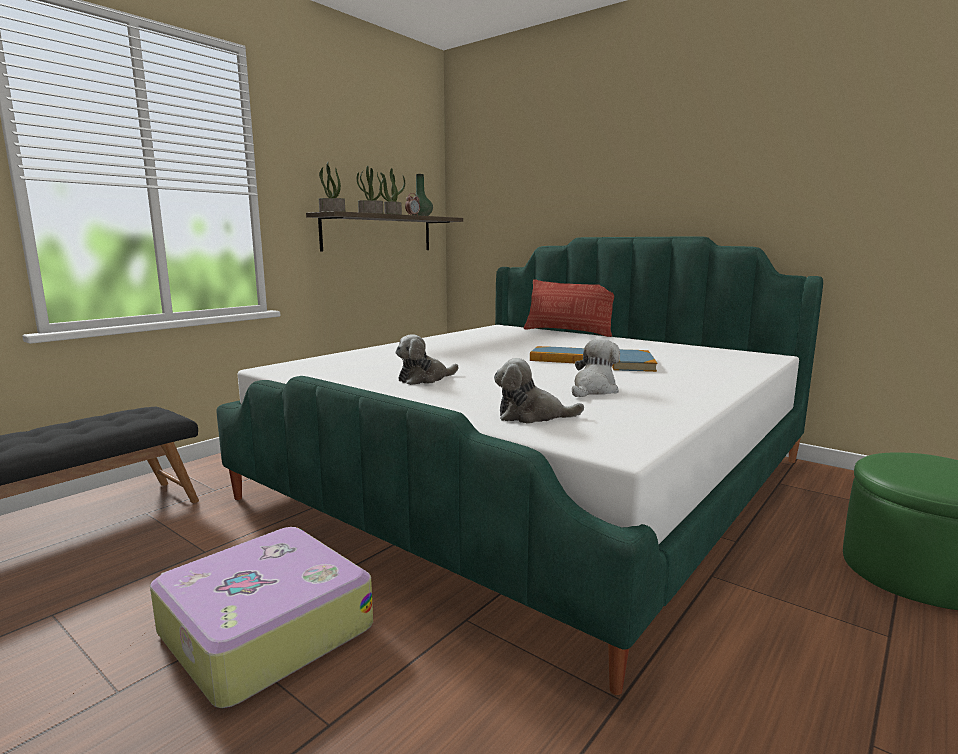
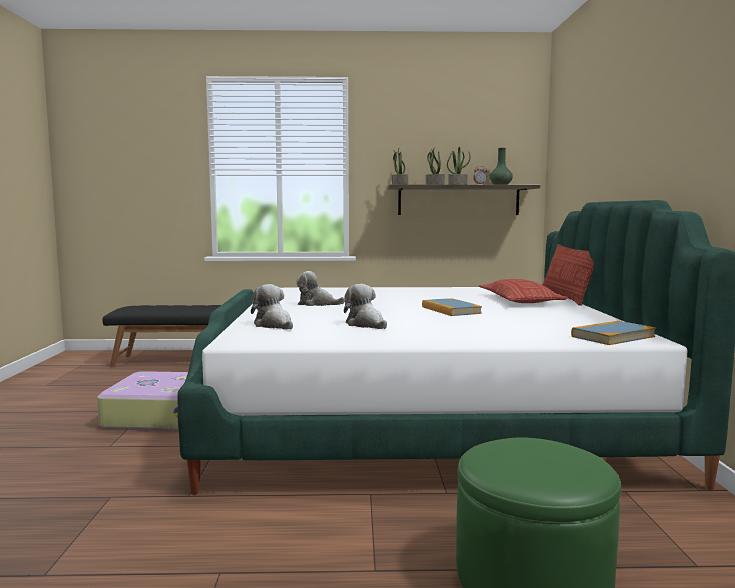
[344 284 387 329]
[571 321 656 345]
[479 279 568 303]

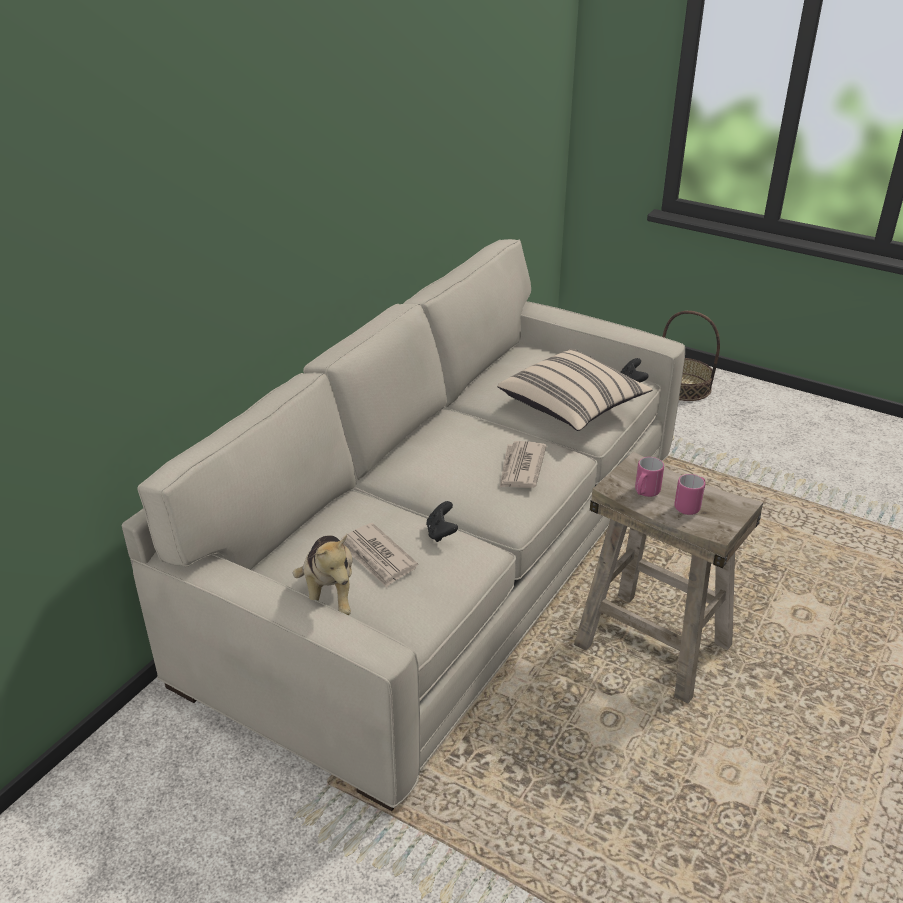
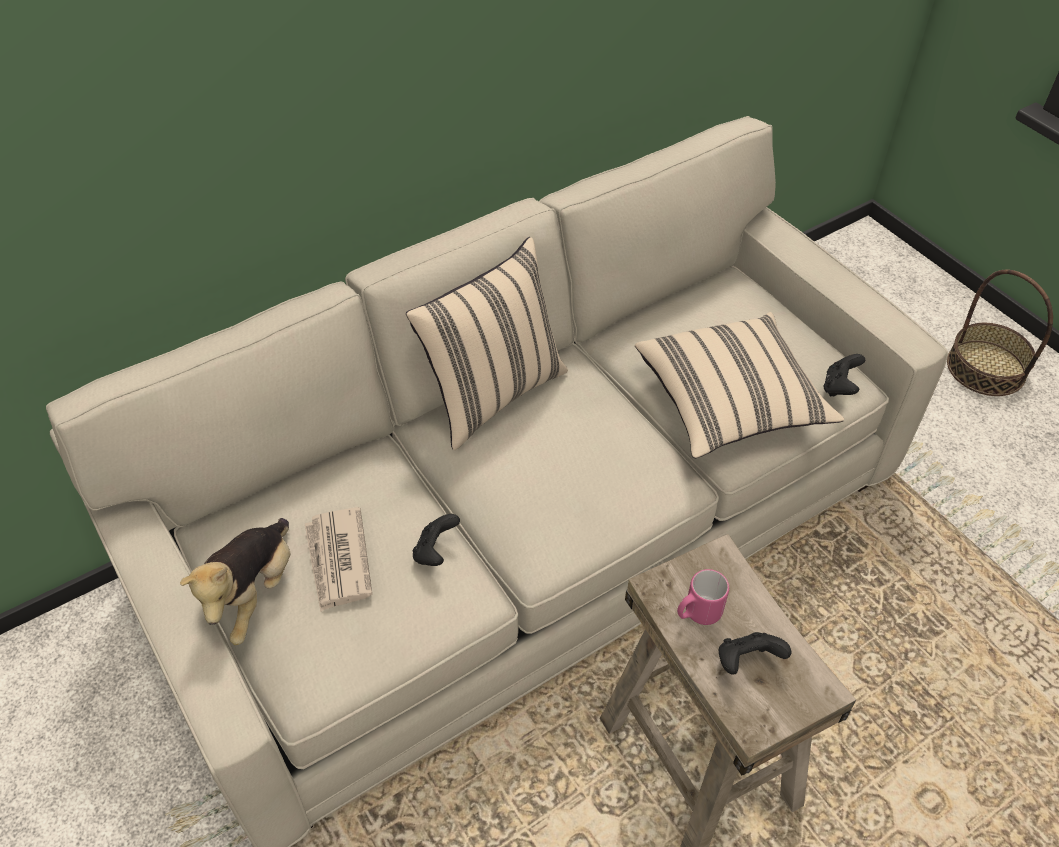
[500 441 546 488] (first image)
[719 632 791 675]
[406 237 568 450]

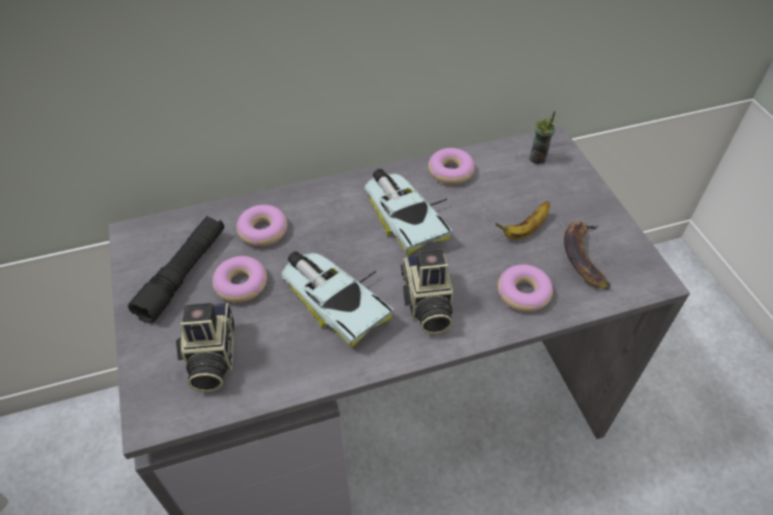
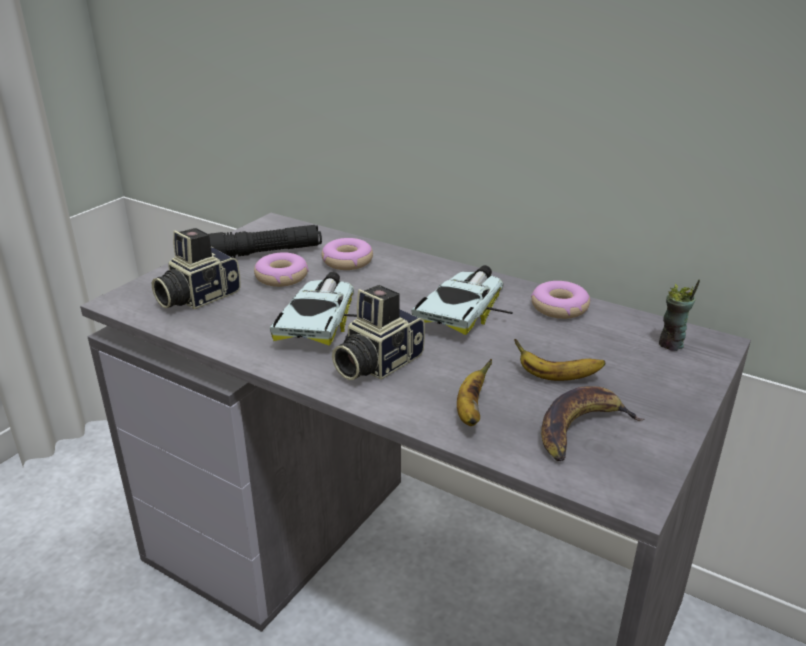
[457 359 492 426]

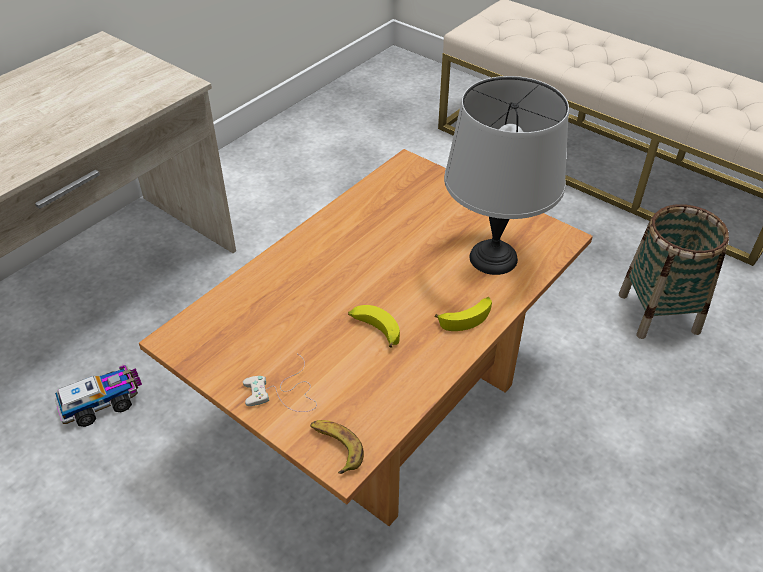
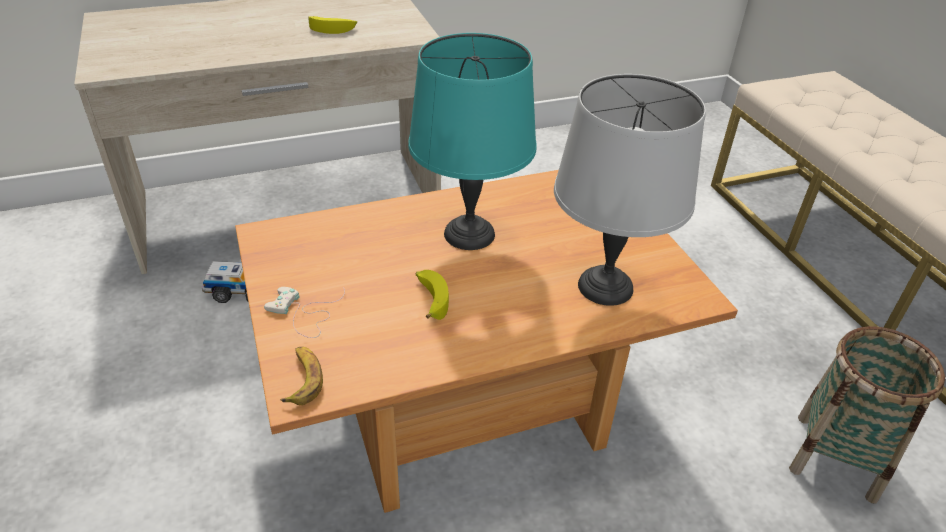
[308 16 357 34]
[408 33 536 250]

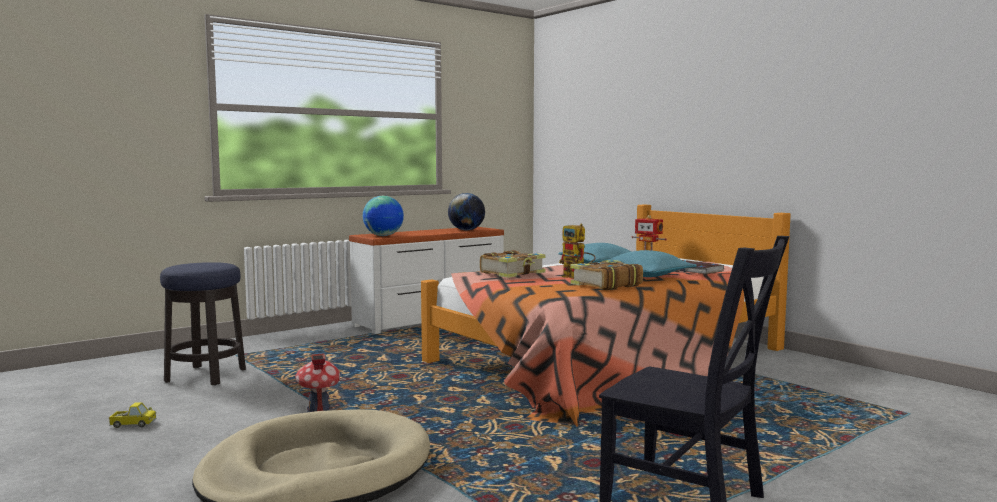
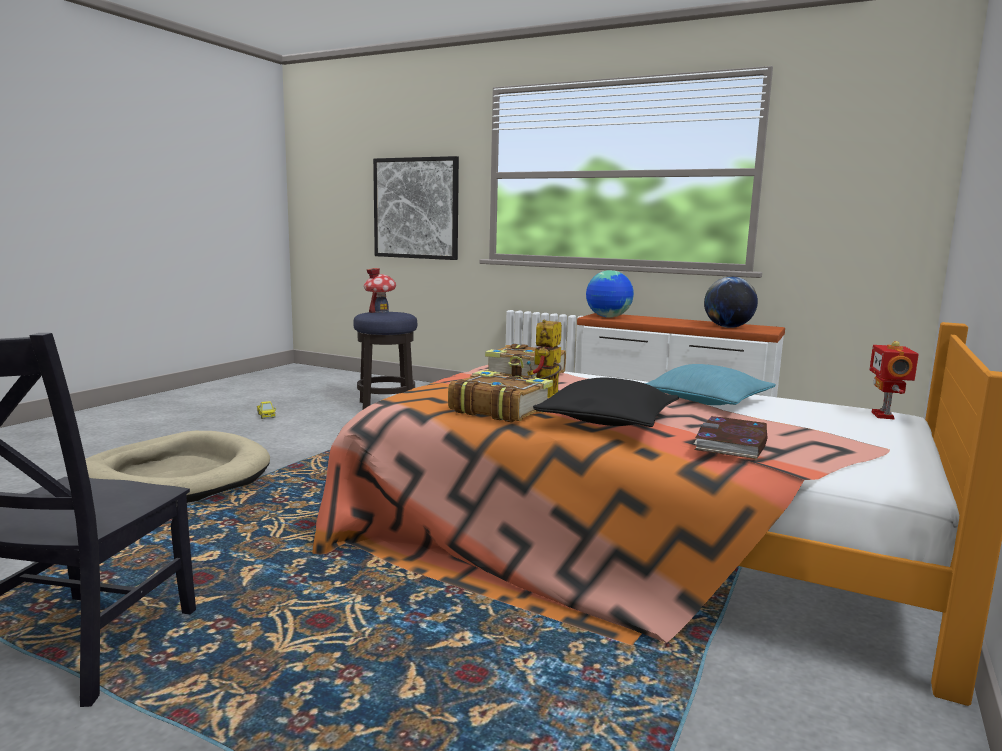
[364 268 396 313]
[533 377 679 427]
[373 156 459 260]

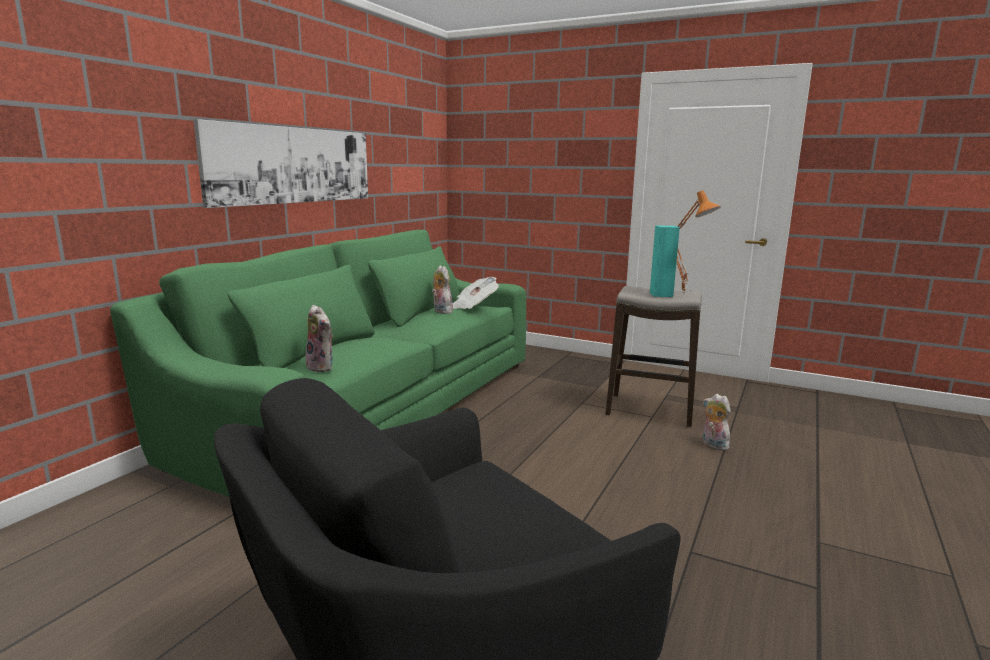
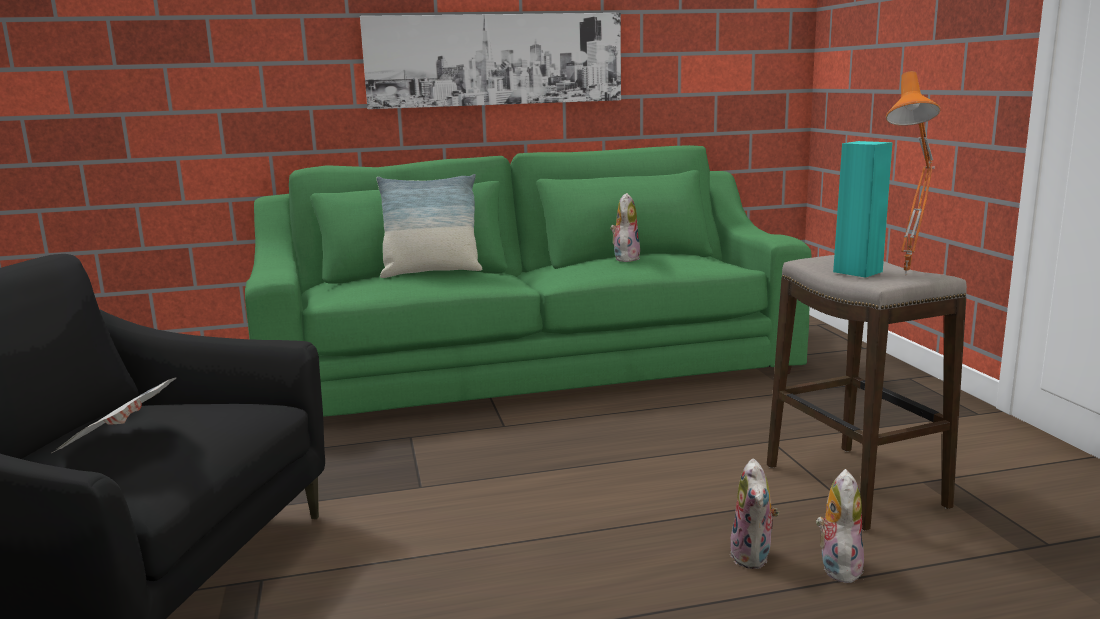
[729 459 779 569]
[52 377 177 453]
[376 174 482 278]

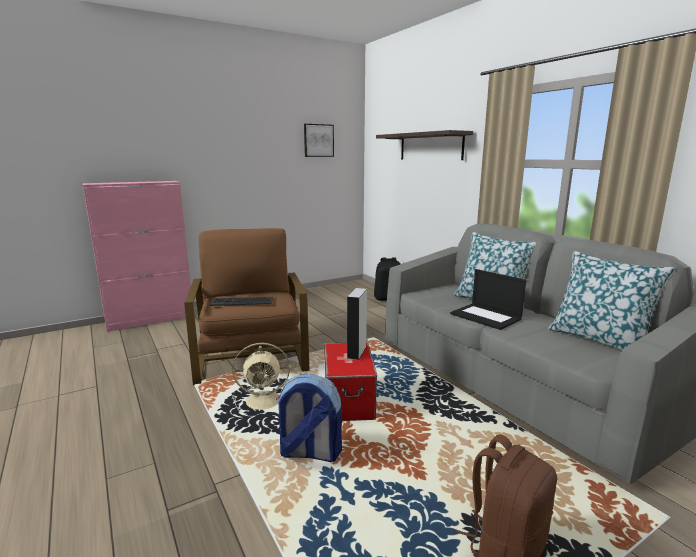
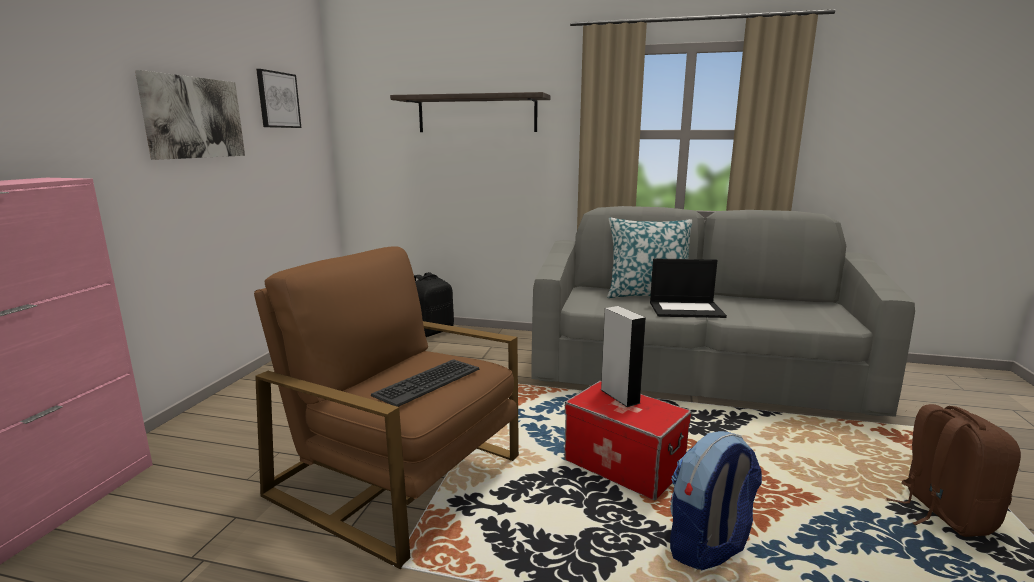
[232 343 290 414] (first image)
[548 251 675 350] (first image)
[135 70 245 160]

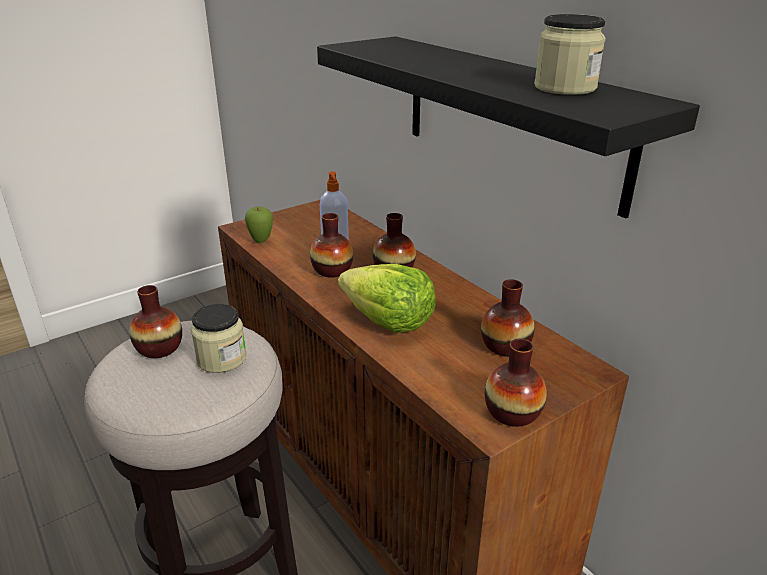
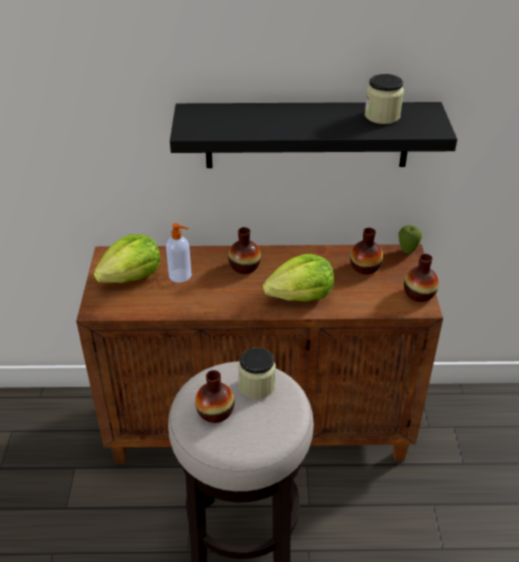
[399 225 422 254]
[310 213 353 277] (first image)
[94 234 161 283]

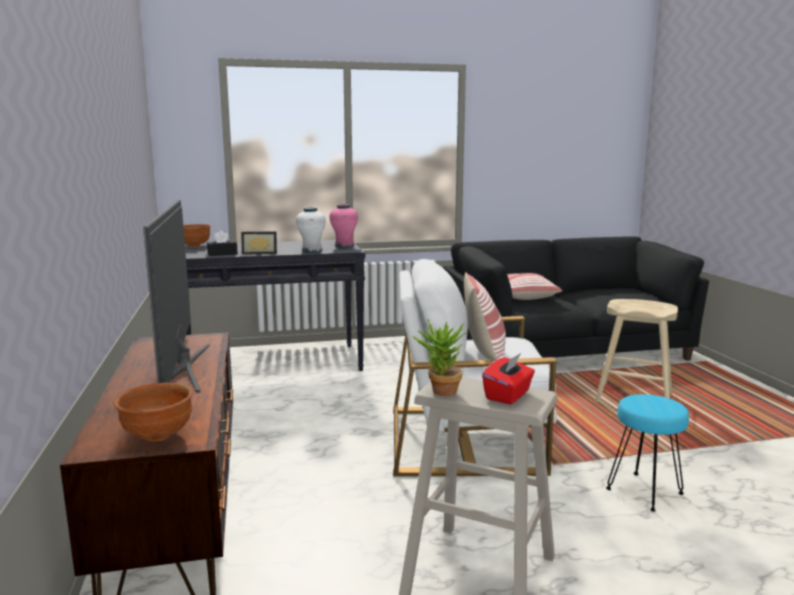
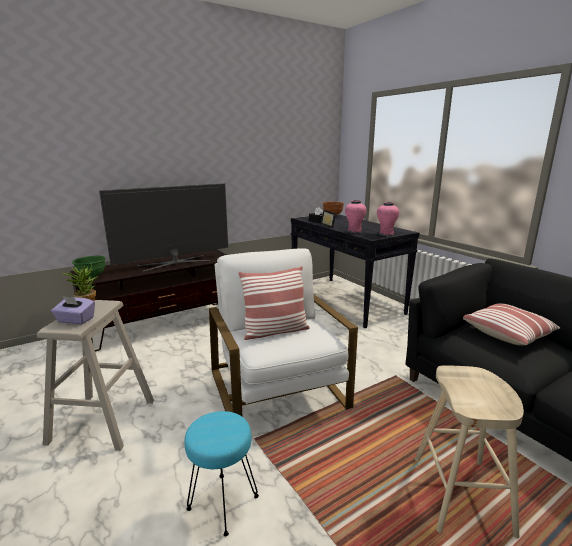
[72 256 105 278]
[345 200 366 234]
[51 296 95 324]

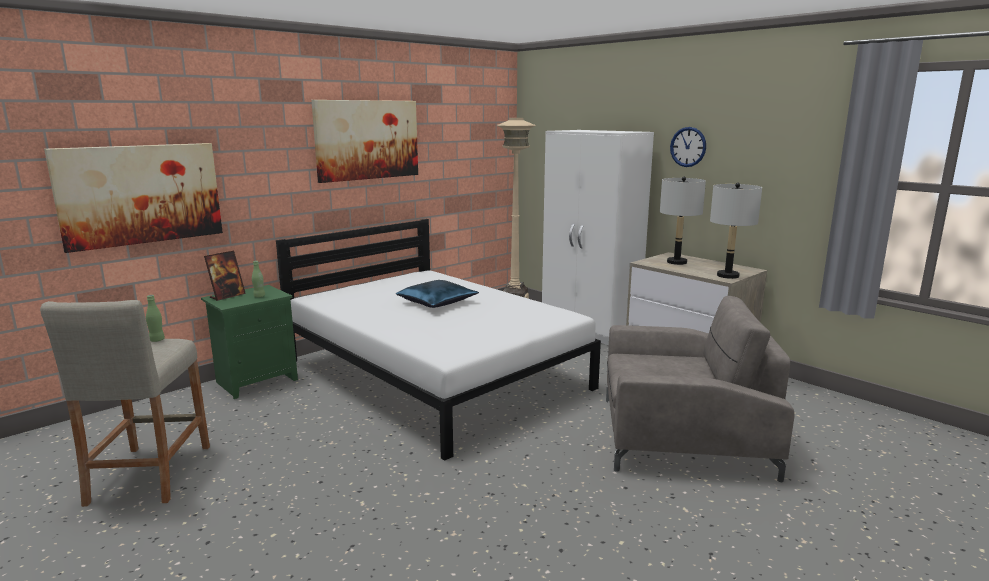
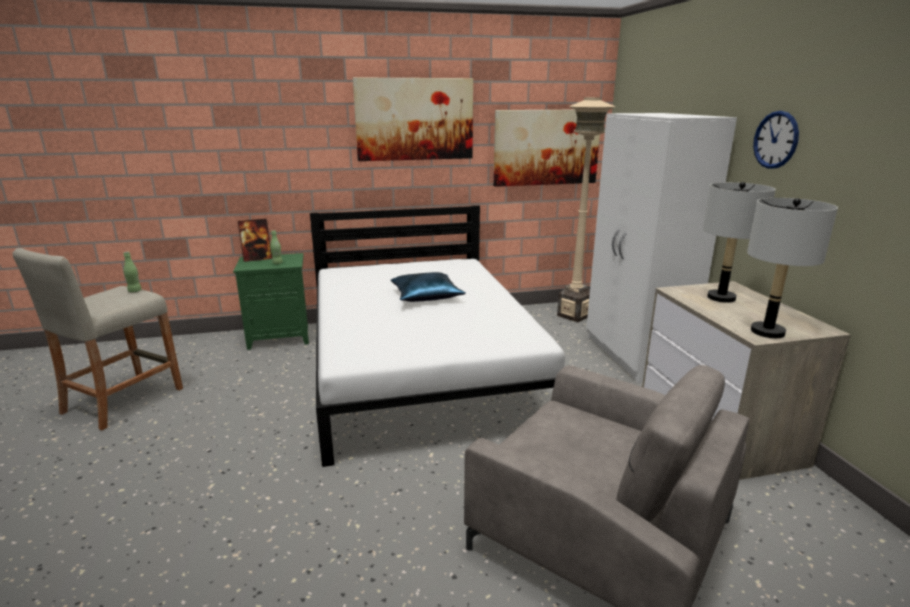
[493 110 600 187]

